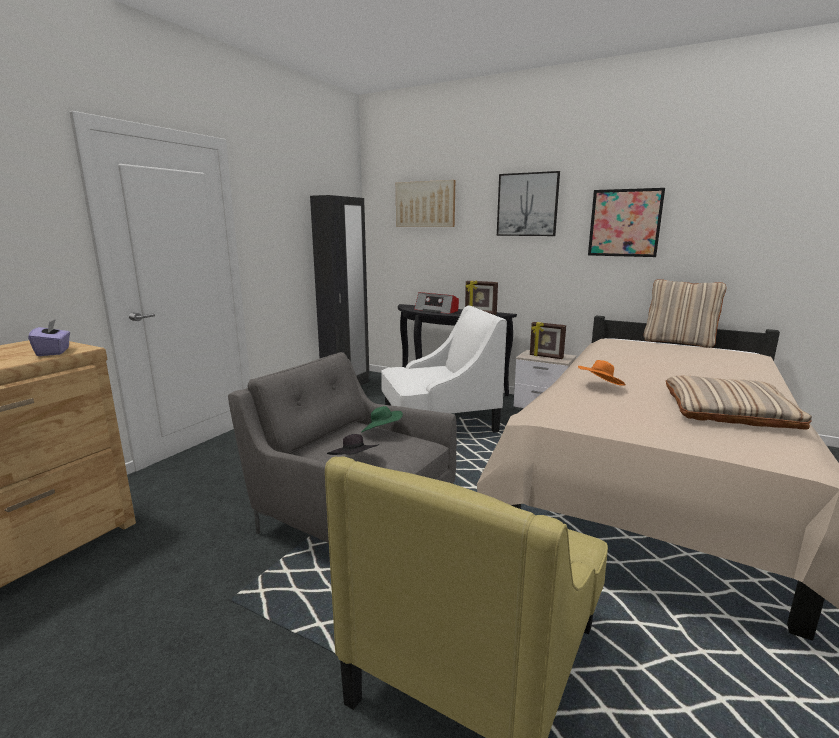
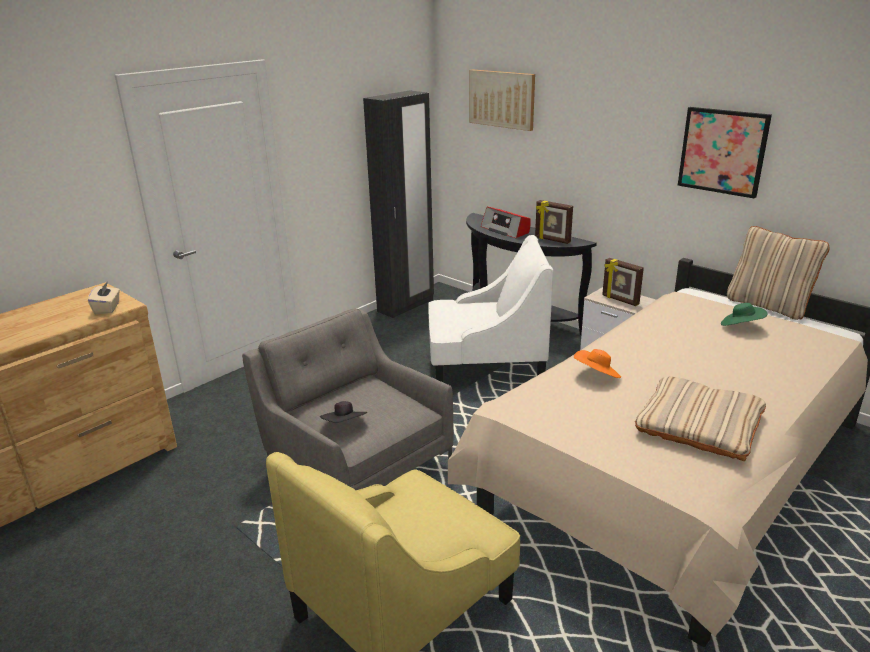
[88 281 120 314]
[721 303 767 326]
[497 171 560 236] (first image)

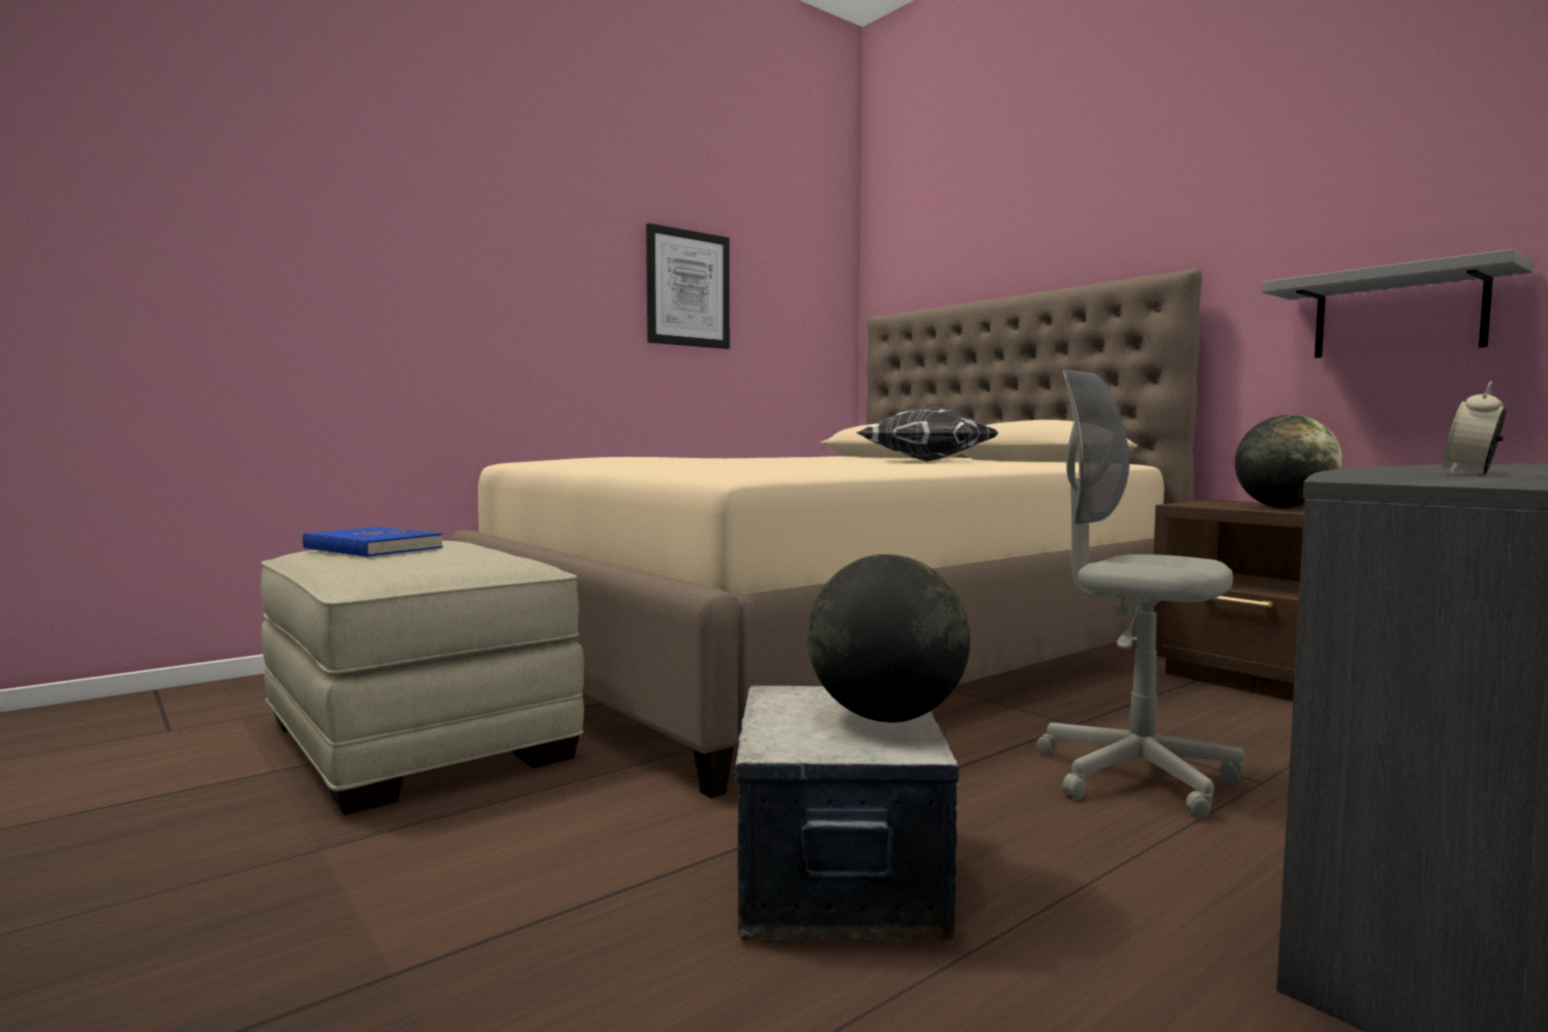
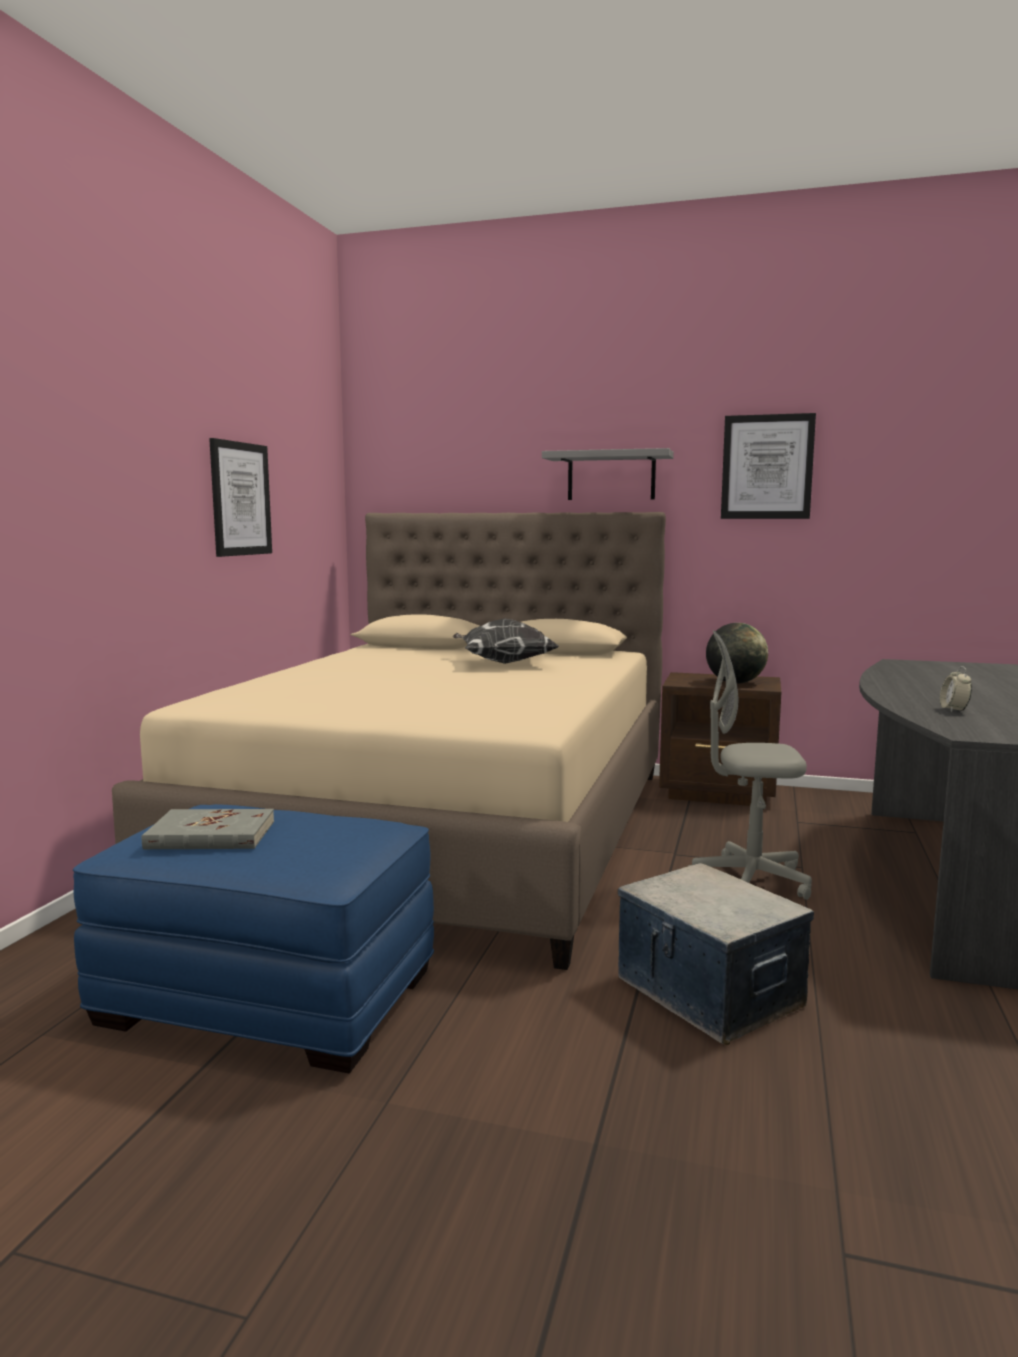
[73 804 434 1074]
[142 809 274 849]
[807 554 970 722] (first image)
[542 448 674 500]
[721 413 816 519]

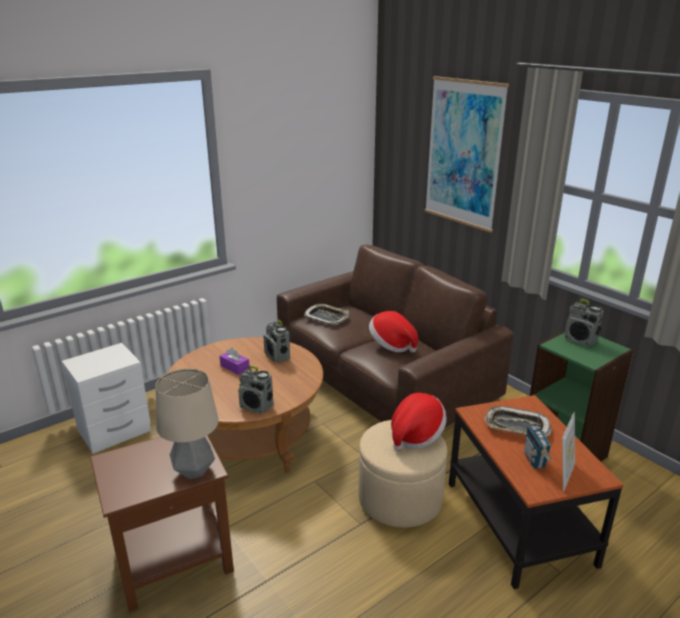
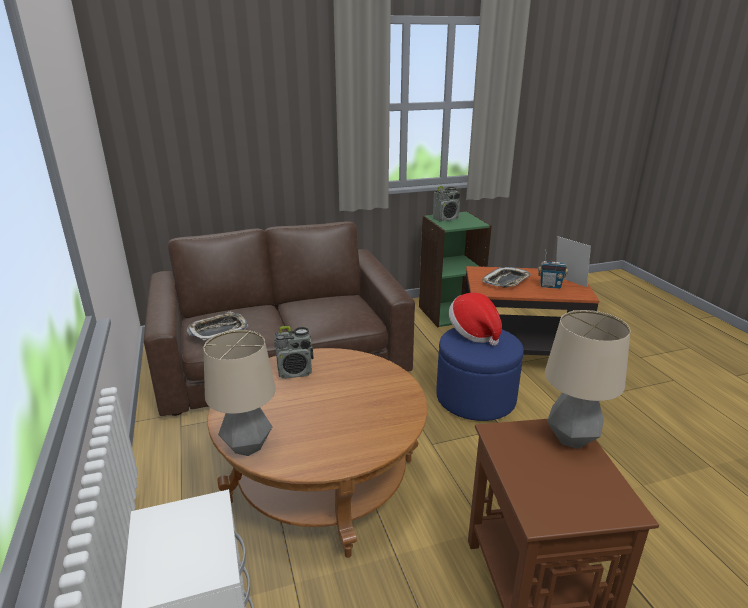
[220 347 249 375] (first image)
[238 366 273 414] (first image)
[436 328 524 421]
[369 311 418 352] (first image)
[425 76 509 232] (first image)
[203 330 276 456]

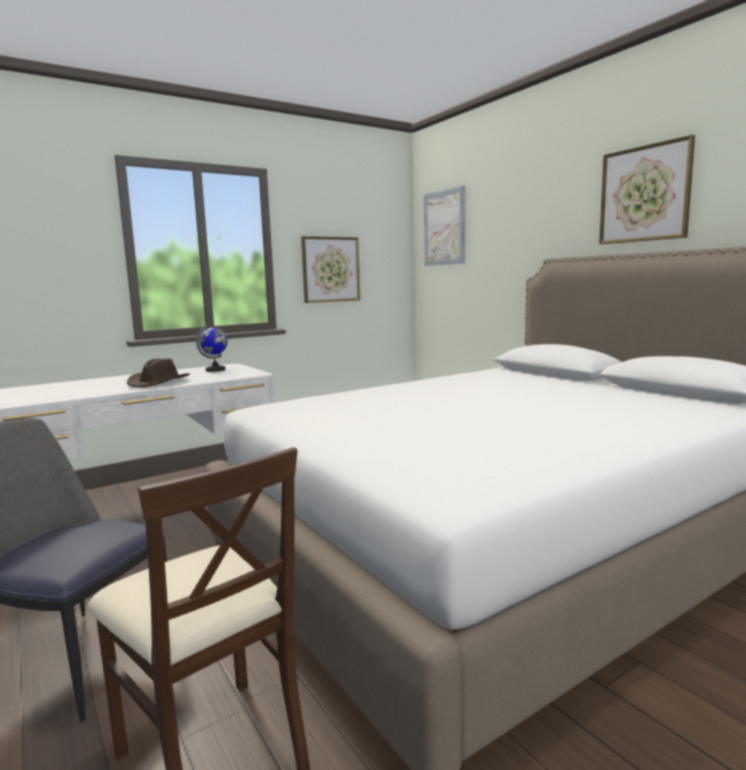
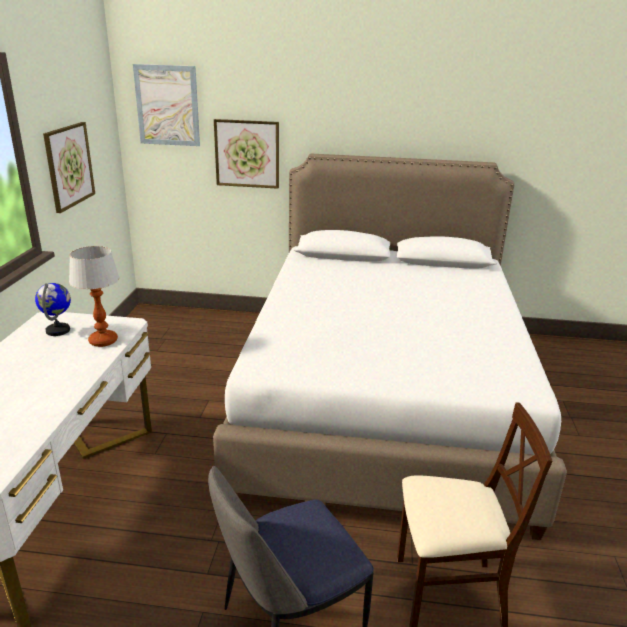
[127 359 190 388] (first image)
[214 119 279 189]
[69 246 119 347]

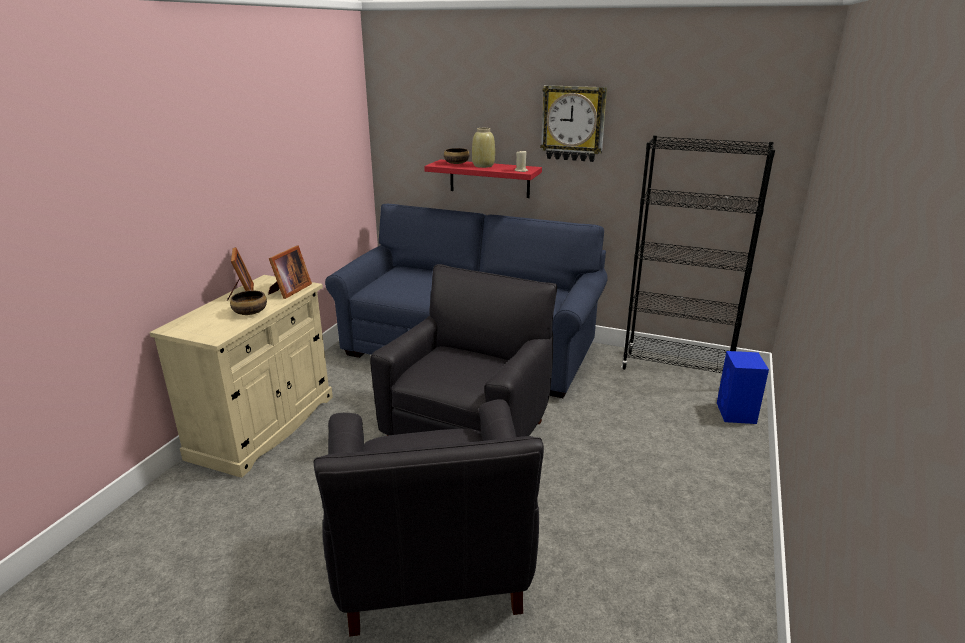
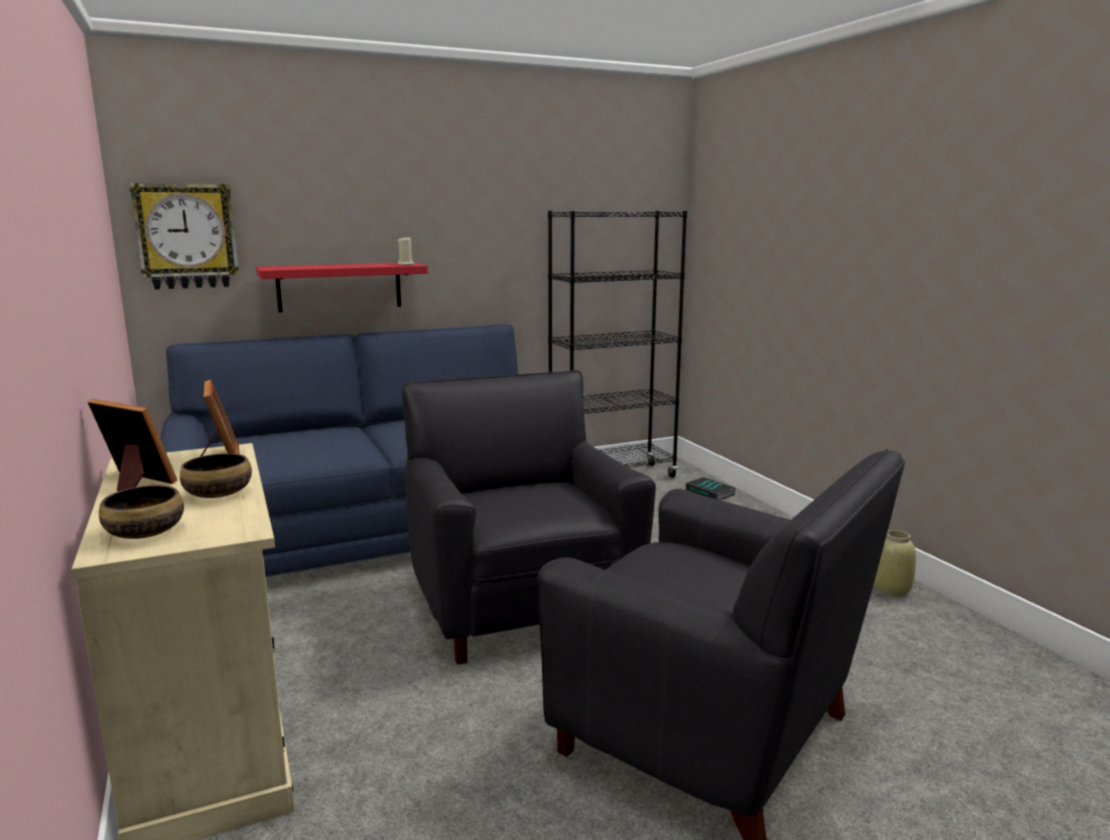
[99 485 184 539]
[874 530 916 596]
[130 183 239 289]
[686 477 736 500]

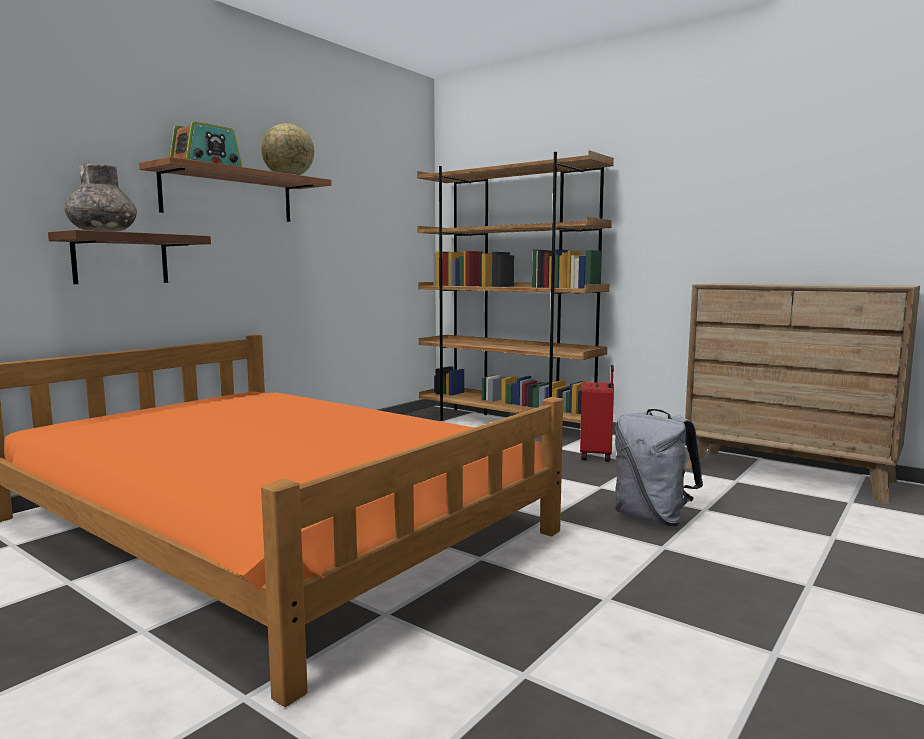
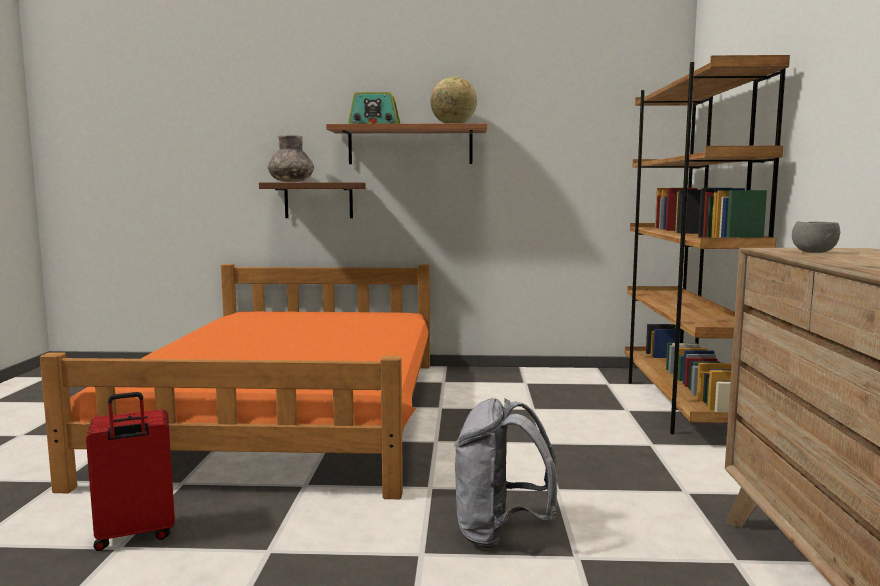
[86 392 175 551]
[792 221 840 253]

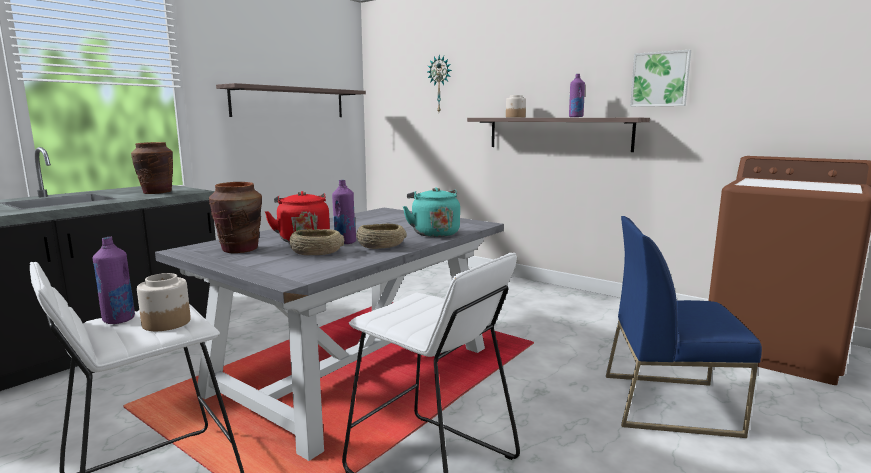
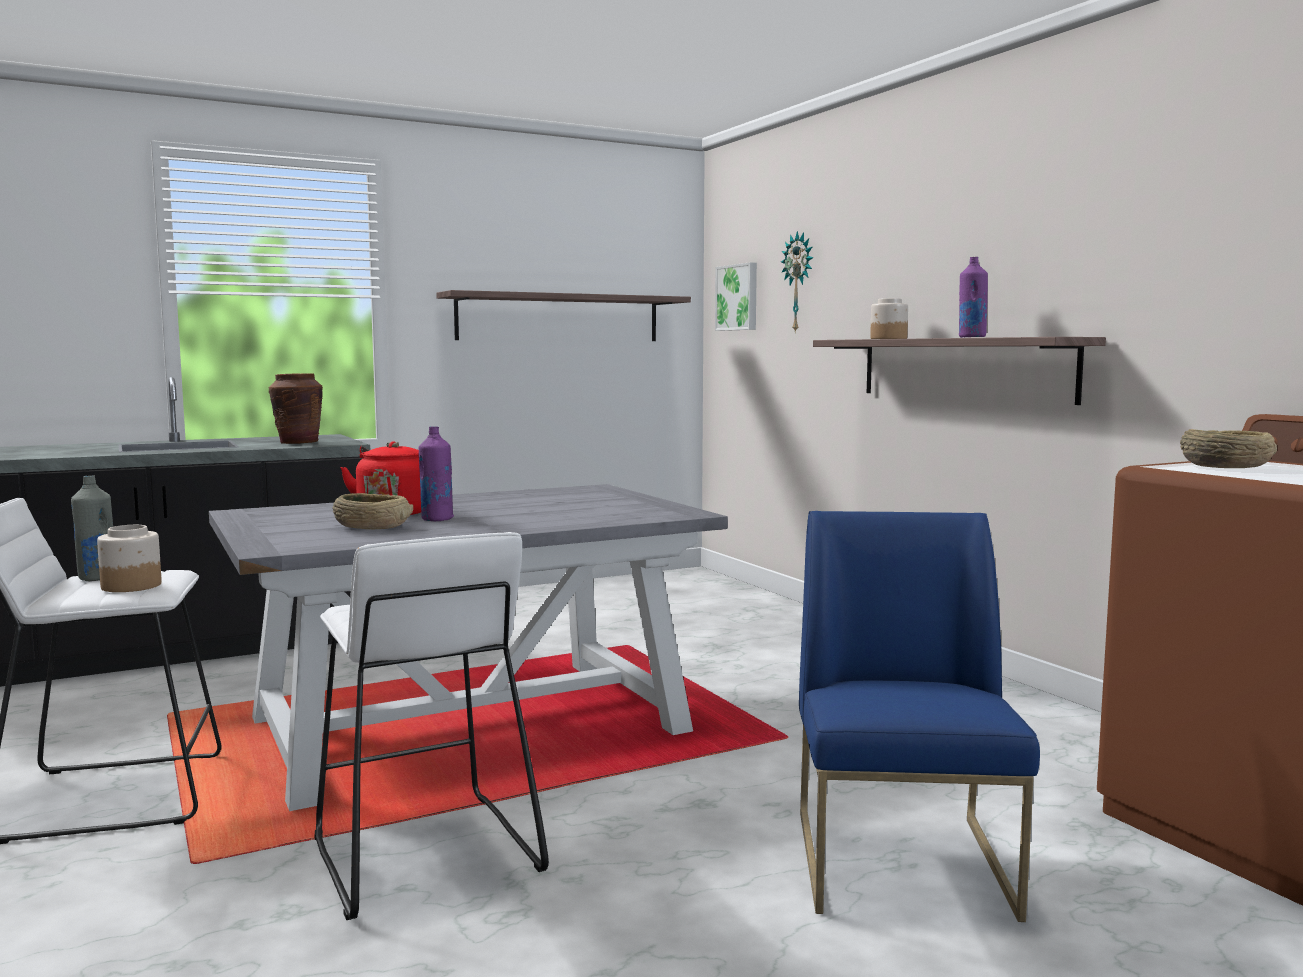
[71 475 113 581]
[209 182 262 253] (first image)
[1180 429 1277 468]
[403 187 460 237] (first image)
[799 511 1040 922]
[715 262 757 331]

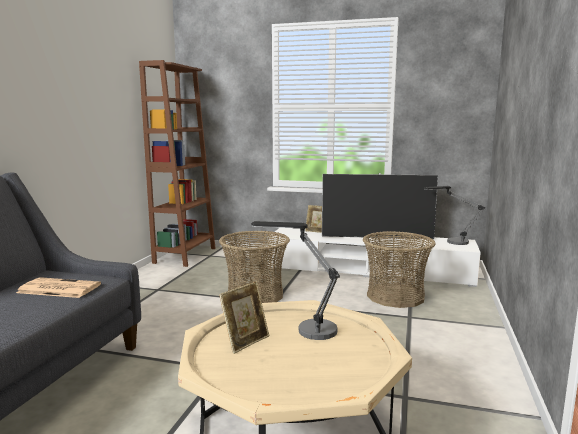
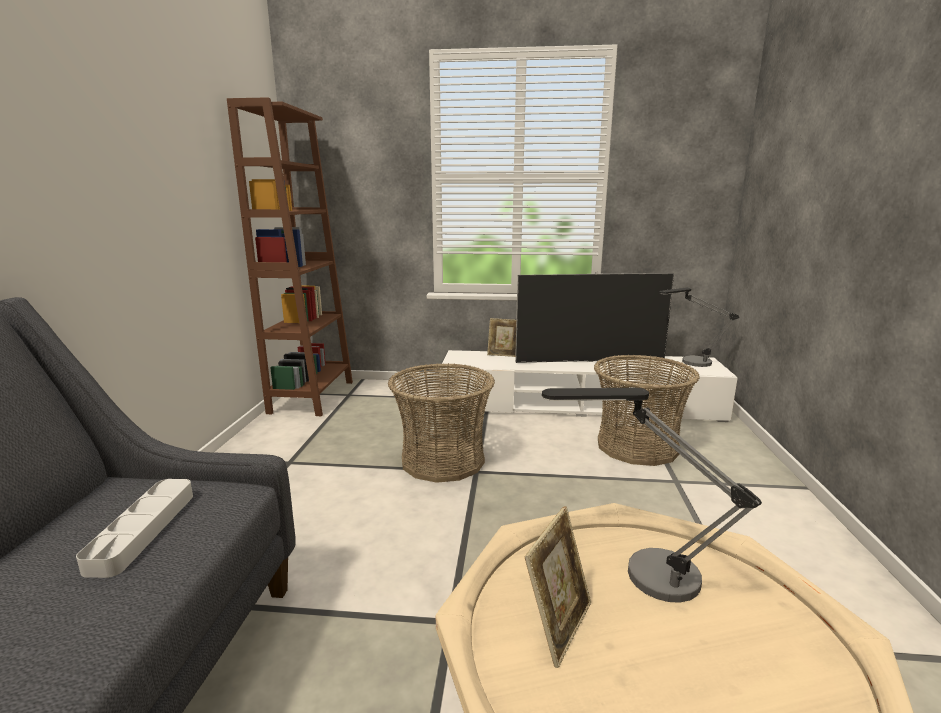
[76 479 193 578]

